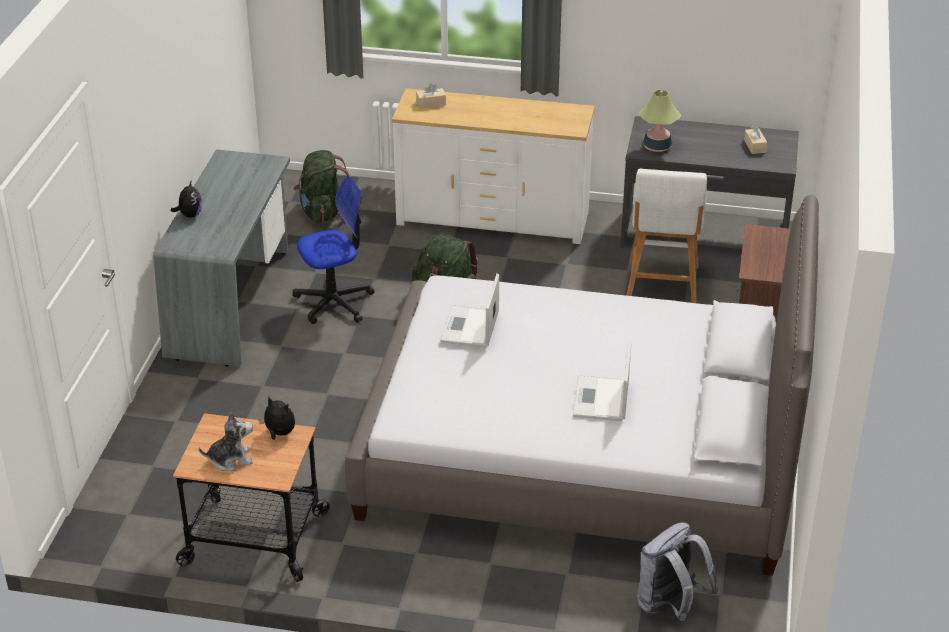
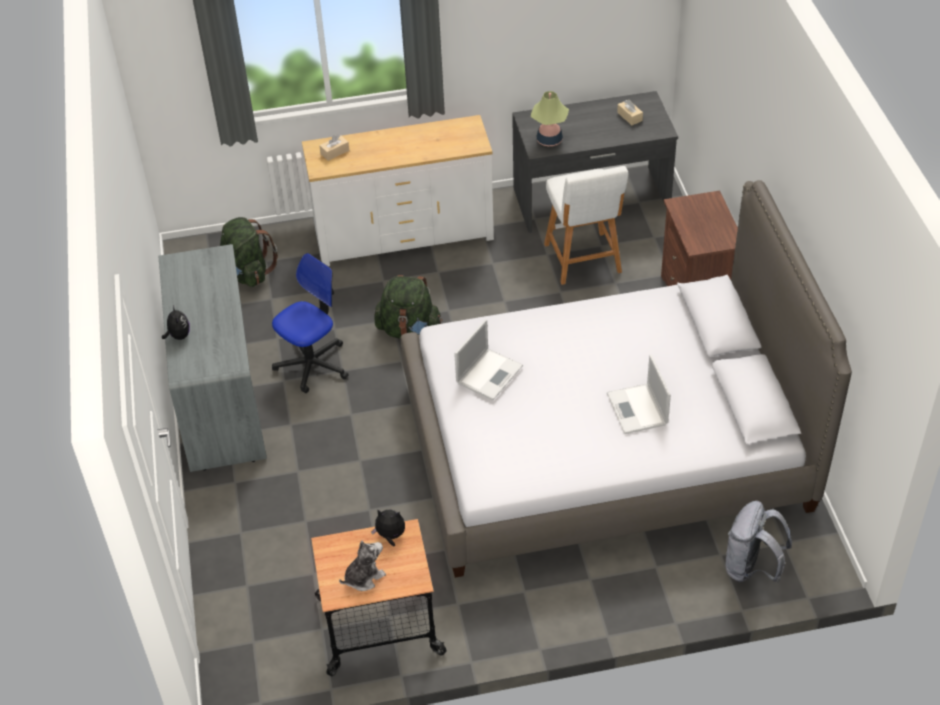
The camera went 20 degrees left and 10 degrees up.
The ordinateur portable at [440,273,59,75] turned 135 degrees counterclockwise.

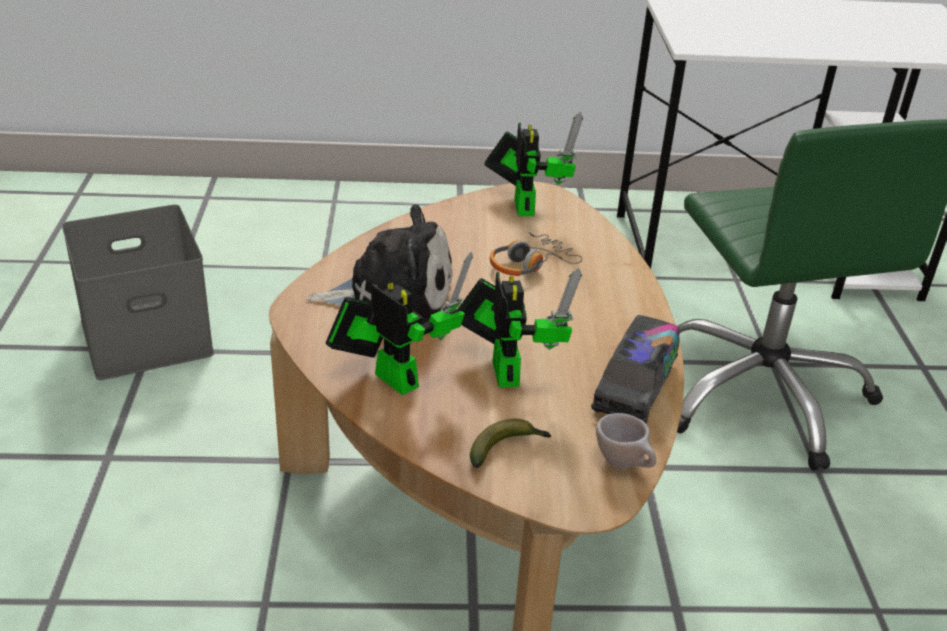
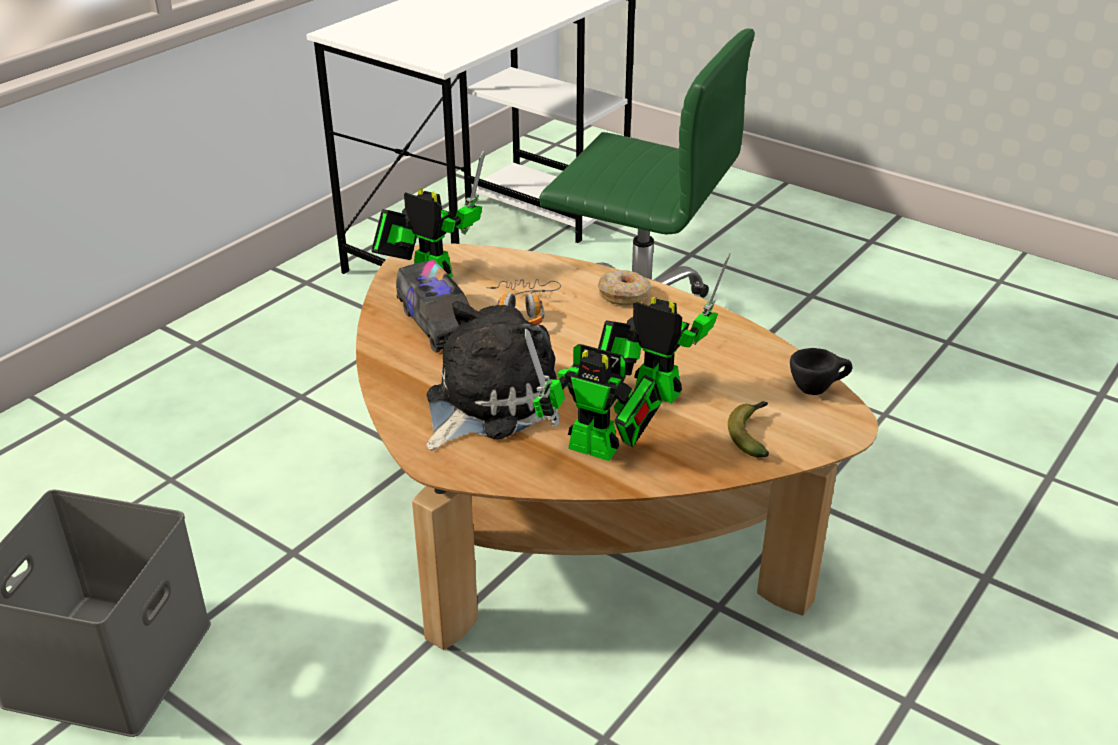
The camera went 50 degrees left and 0 degrees up.
The robot jouet at [326,251,147,144] turned 150 degrees counterclockwise.
The camion jouet moved from [591,315,89,109] to [396,260,74,93].
The tasse (beige) at [596,413,60,56] became the tasse (noir) at [790,348,63,47].
The beignet at [598,270,53,35] appeared.

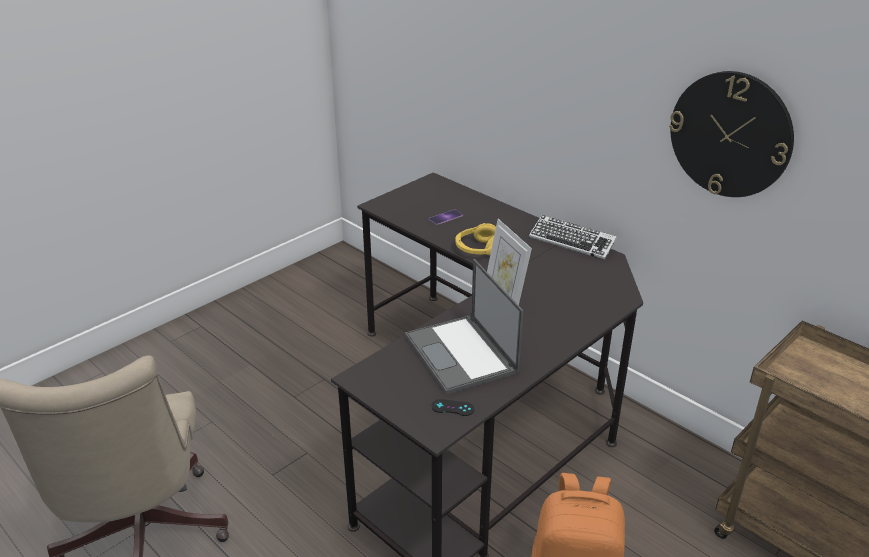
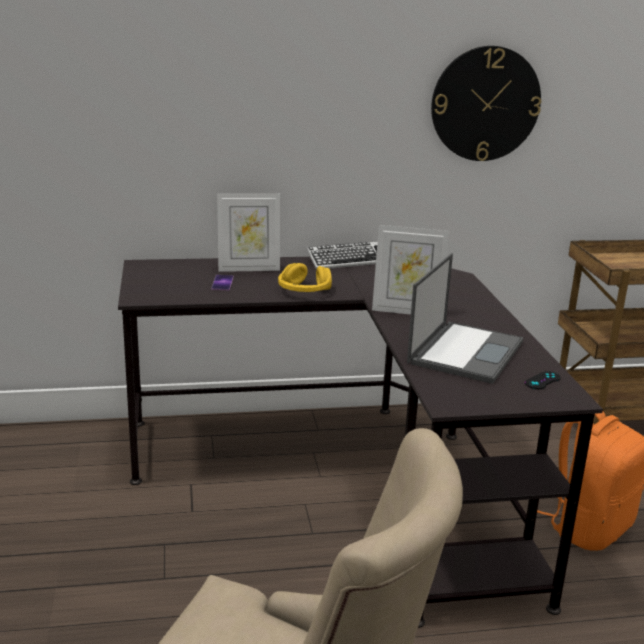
The camera went 55 degrees left and 10 degrees down.
The ordinateur portable at [405,259,118,136] turned 75 degrees counterclockwise.
The cadre photo at [217,193,63,79] appeared.

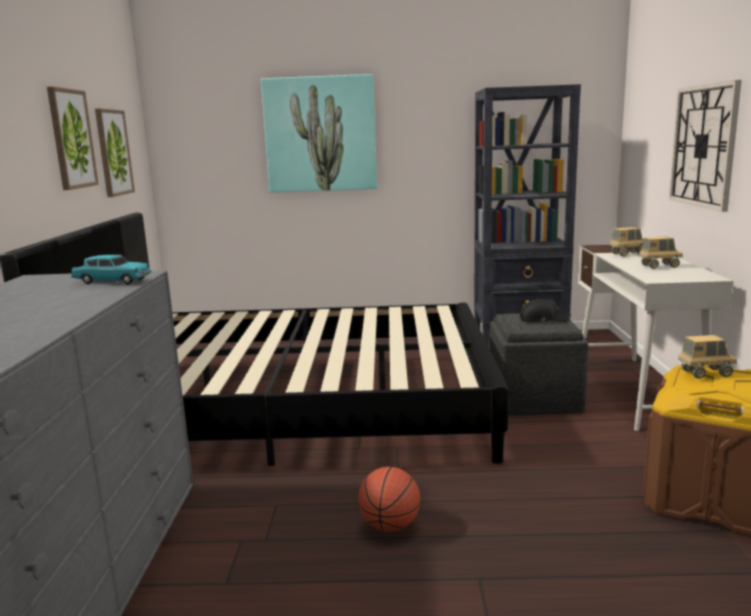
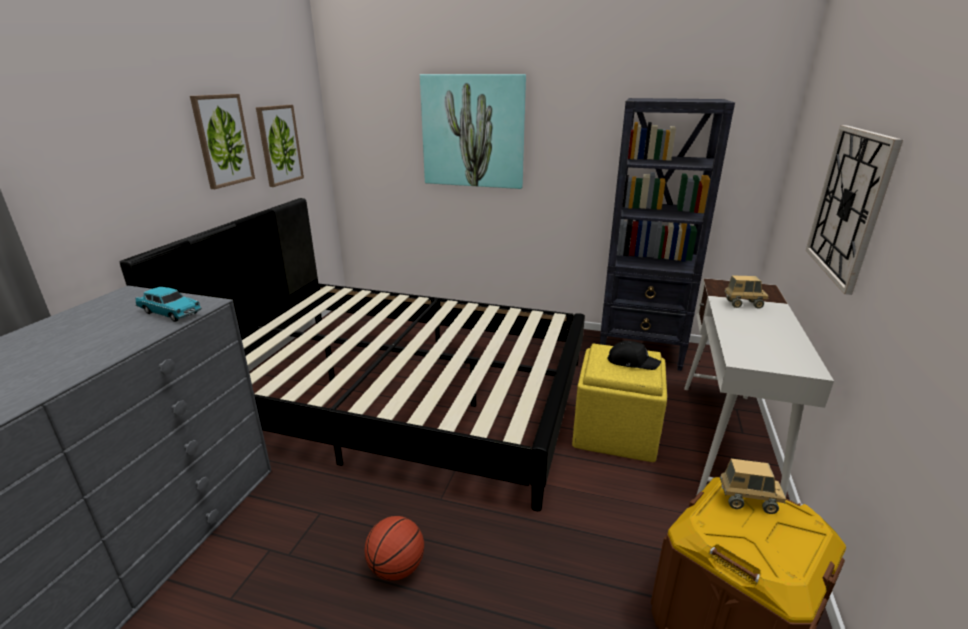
The camera went 15 degrees right and 10 degrees up.
The camion jouet at [639,236,44,33] disappeared.
The pouf (gris) at [490,313,99,102] became the pouf (jaune) at [572,343,95,119].

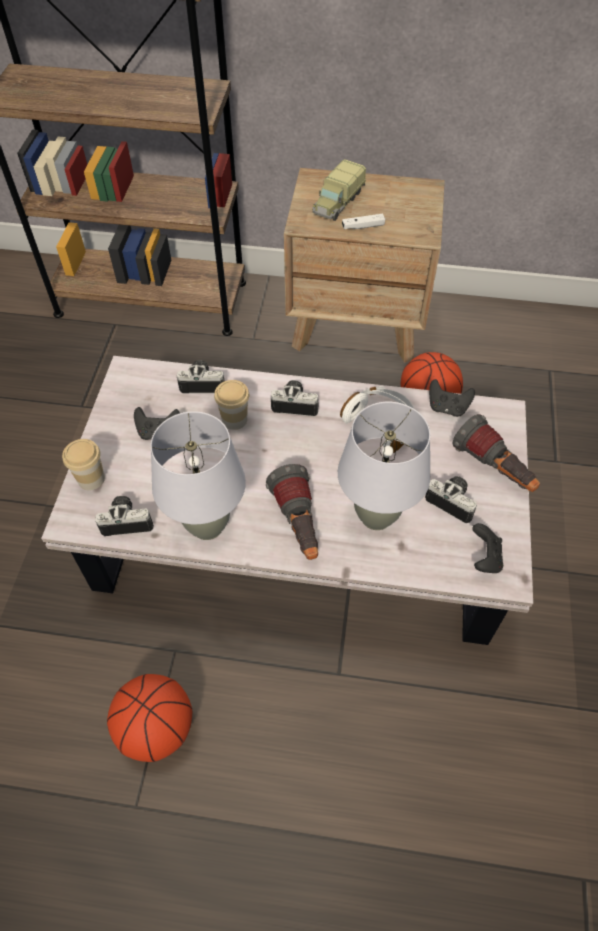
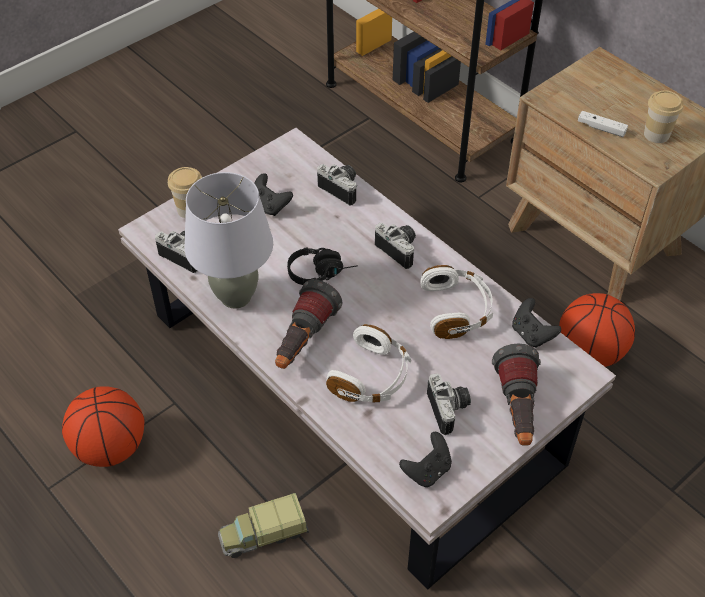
The camera went 40 degrees right and 5 degrees down.
The camion jouet moved from [312,159,54,62] to [218,493,91,65].
The tasse moved from [214,380,35,50] to [644,90,40,53].
The lampe de table (gris) at [338,402,92,128] was replaced by the casque audio (blanc) at [326,324,85,79].
The casque audio (noir) at [287,247,71,38] appeared.

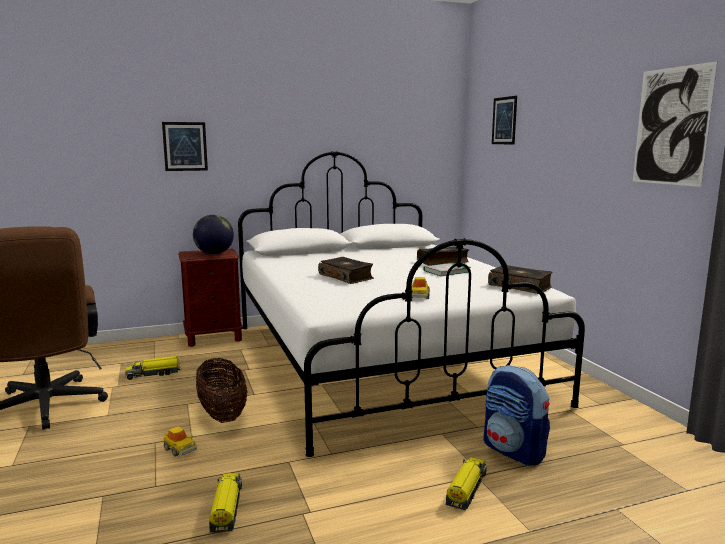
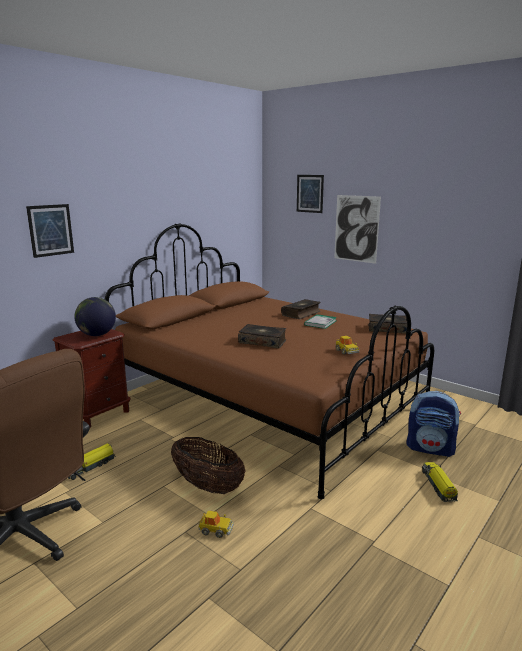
The camera went 30 degrees left and 5 degrees up.
The tableau moved from [633,61,85,126] to [334,195,47,69].
The lit (blanc) at [238,151,347,306] became the lit (marron) at [105,223,329,277].
The camion jouet at [209,473,33,60] disappeared.

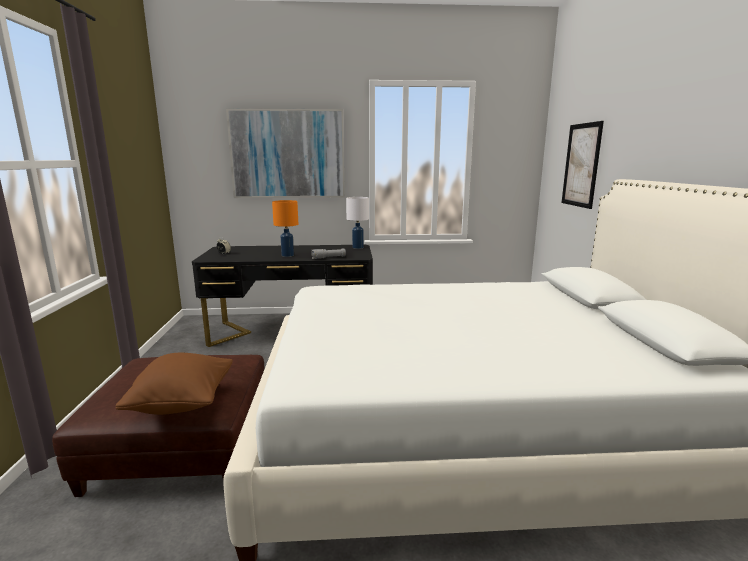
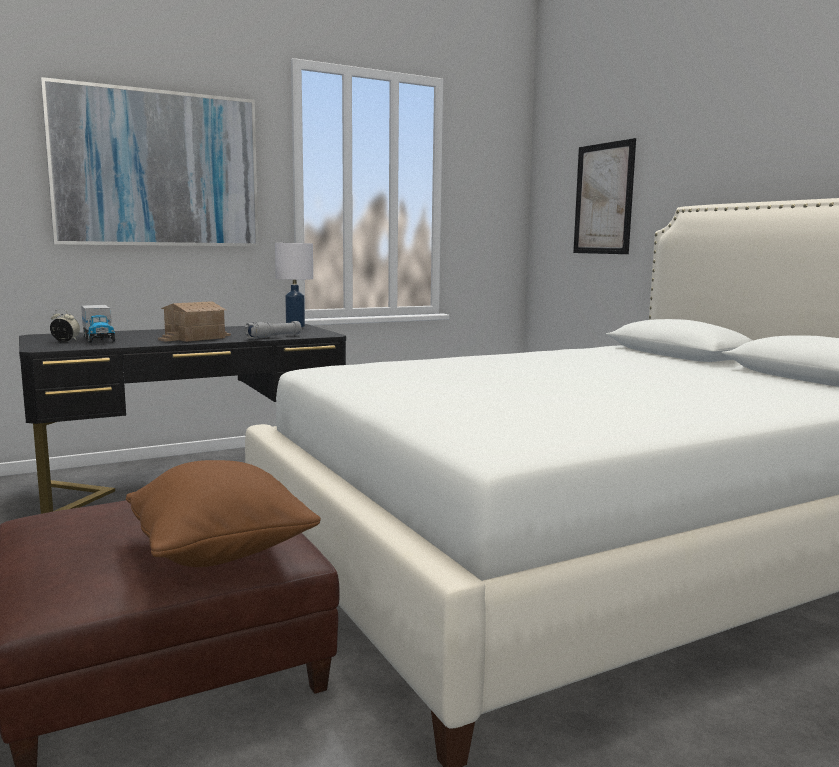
The camera went 25 degrees left and 5 degrees down.
The lampe de table (orange) at [272,200,26,57] was replaced by the maison miniature at [158,301,73,41].
The camion jouet at [81,305,34,38] appeared.

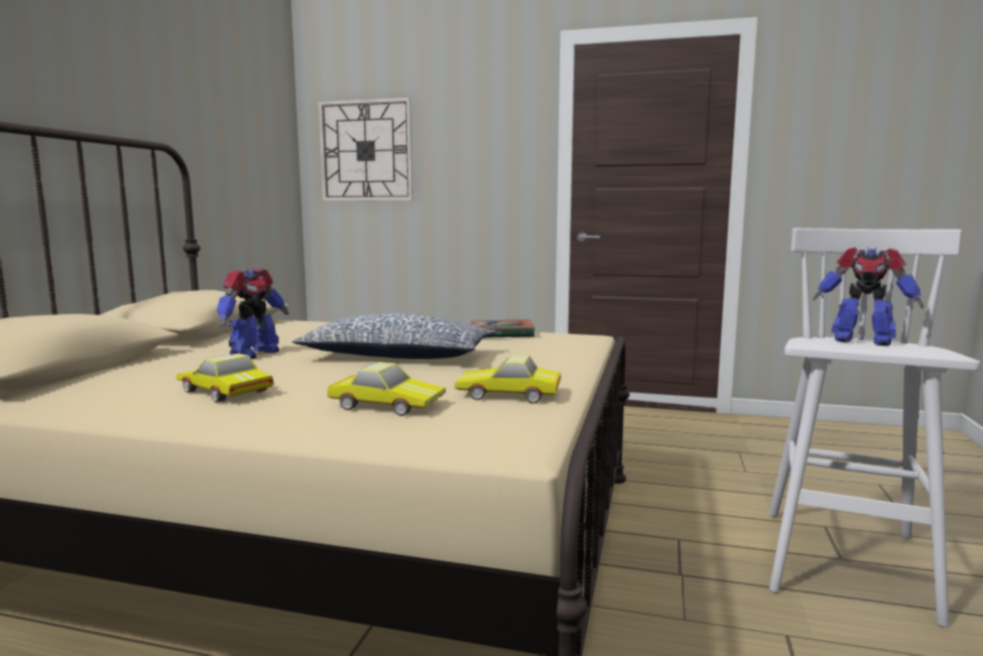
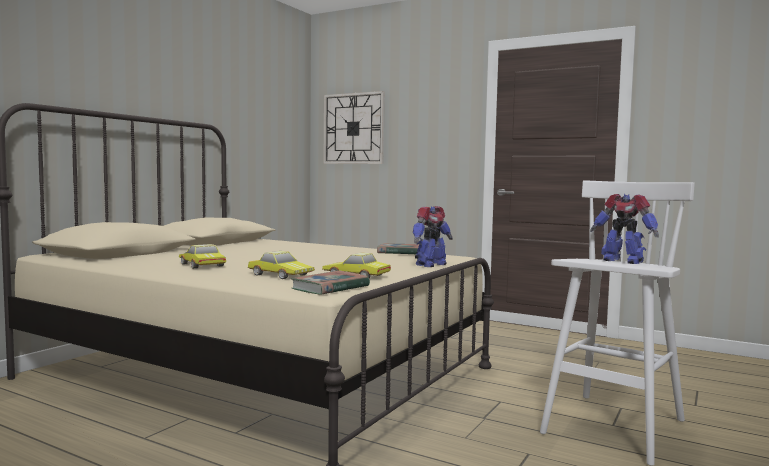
The camera went 15 degrees right and 5 degrees down.
The robot jouet moved from [217,269,72,90] to [413,206,40,61].
The coussin at [292,313,204,46] disappeared.
The livre at [291,270,79,25] appeared.

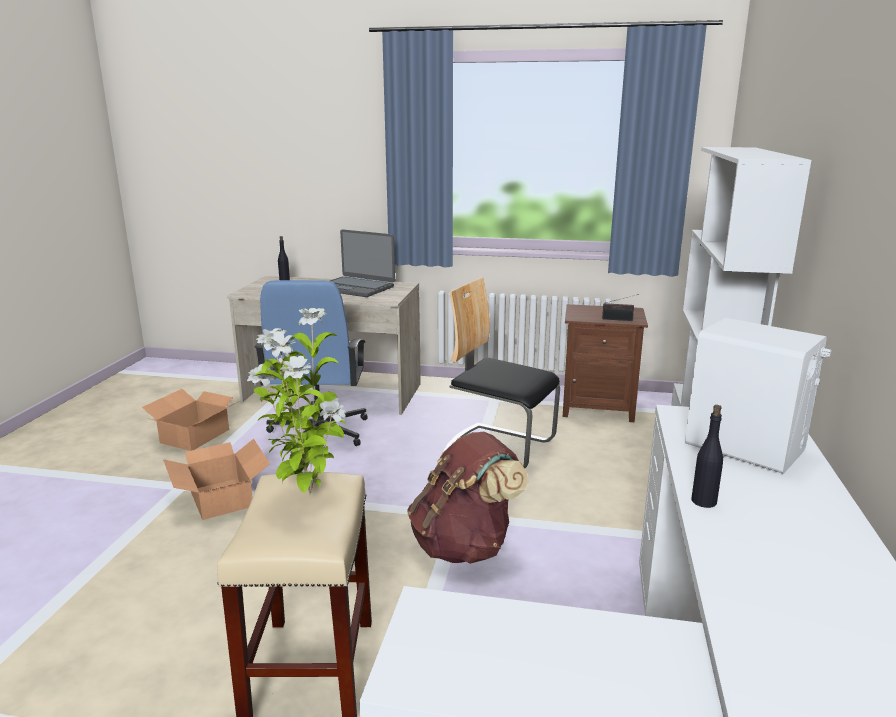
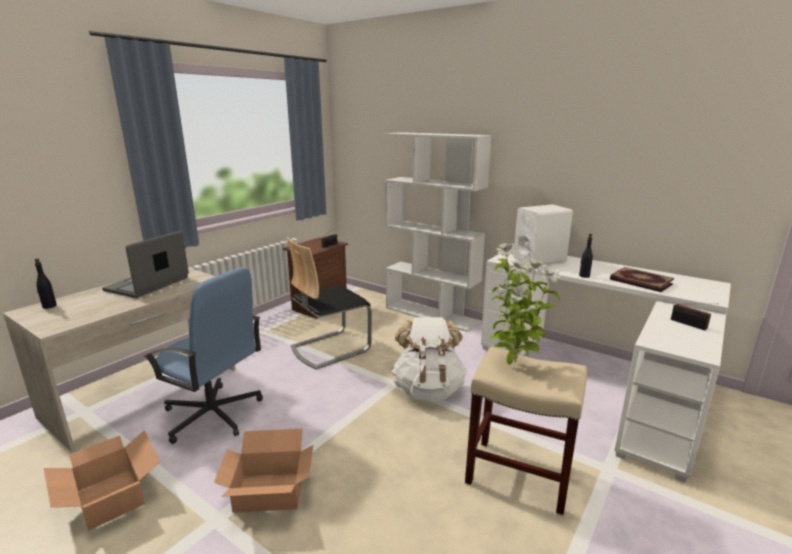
The camera went 65 degrees left and 0 degrees up.
The ordinateur portable at [330,229,65,68] turned 150 degrees clockwise.
The sac à dos (marron) at [407,431,122,133] became the sac à dos (blanc) at [392,317,75,84].
The livre at [610,267,65,25] appeared.
The radio at [671,304,40,26] appeared.

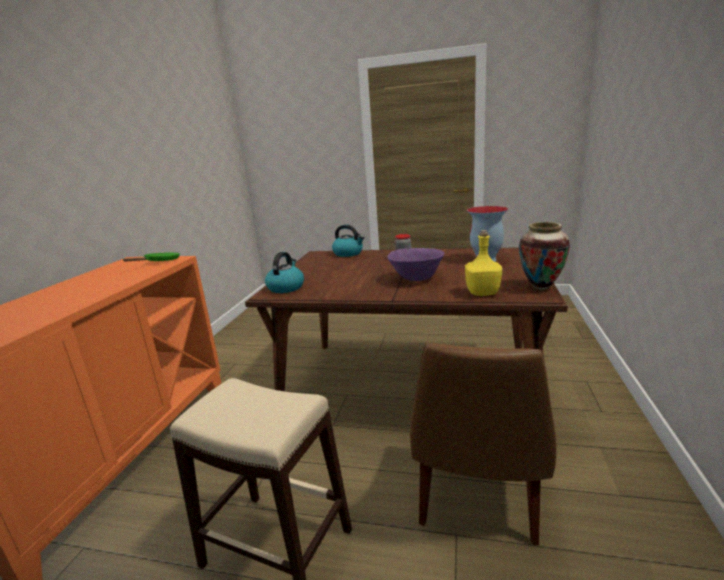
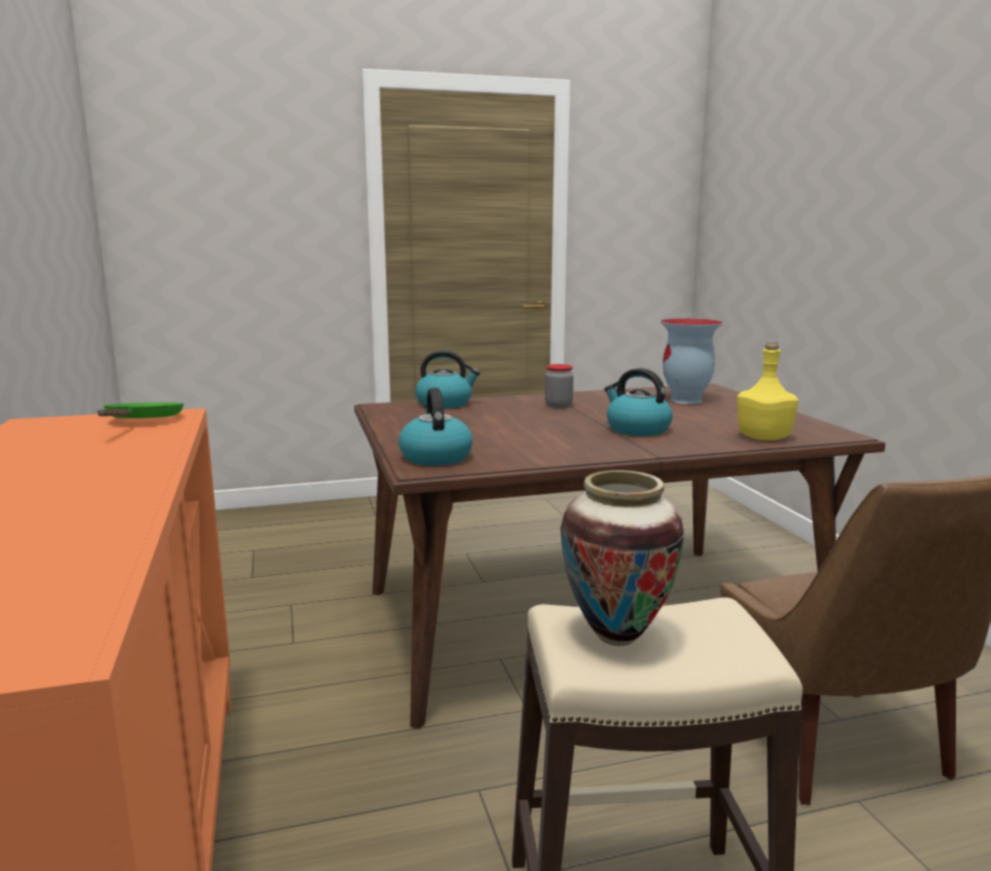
The camera went 30 degrees left and 5 degrees down.
The vase moved from [519,222,51,68] to [561,470,123,176].
The bol (violet) at [387,248,57,33] was replaced by the bouilloire at [604,368,69,68].

